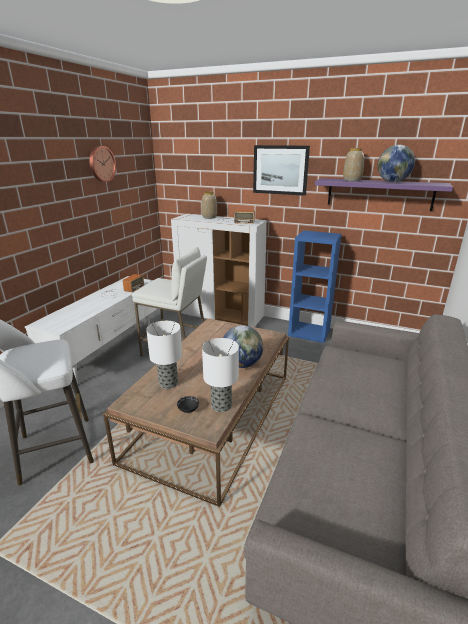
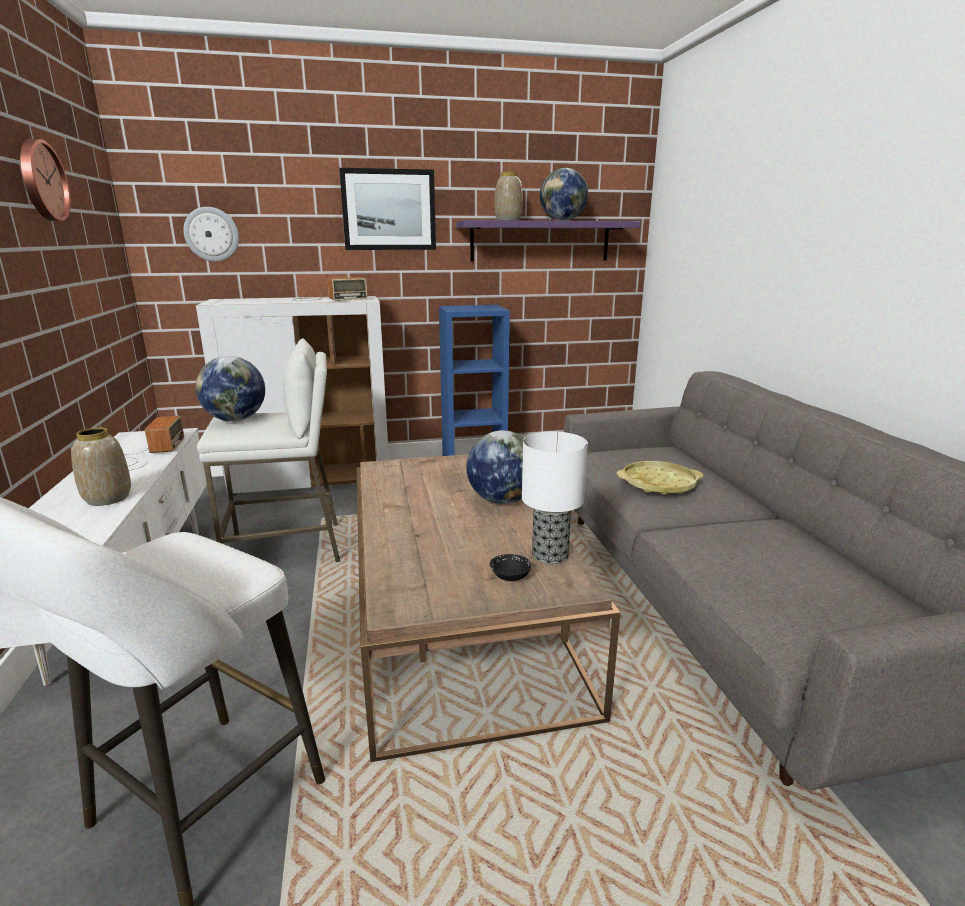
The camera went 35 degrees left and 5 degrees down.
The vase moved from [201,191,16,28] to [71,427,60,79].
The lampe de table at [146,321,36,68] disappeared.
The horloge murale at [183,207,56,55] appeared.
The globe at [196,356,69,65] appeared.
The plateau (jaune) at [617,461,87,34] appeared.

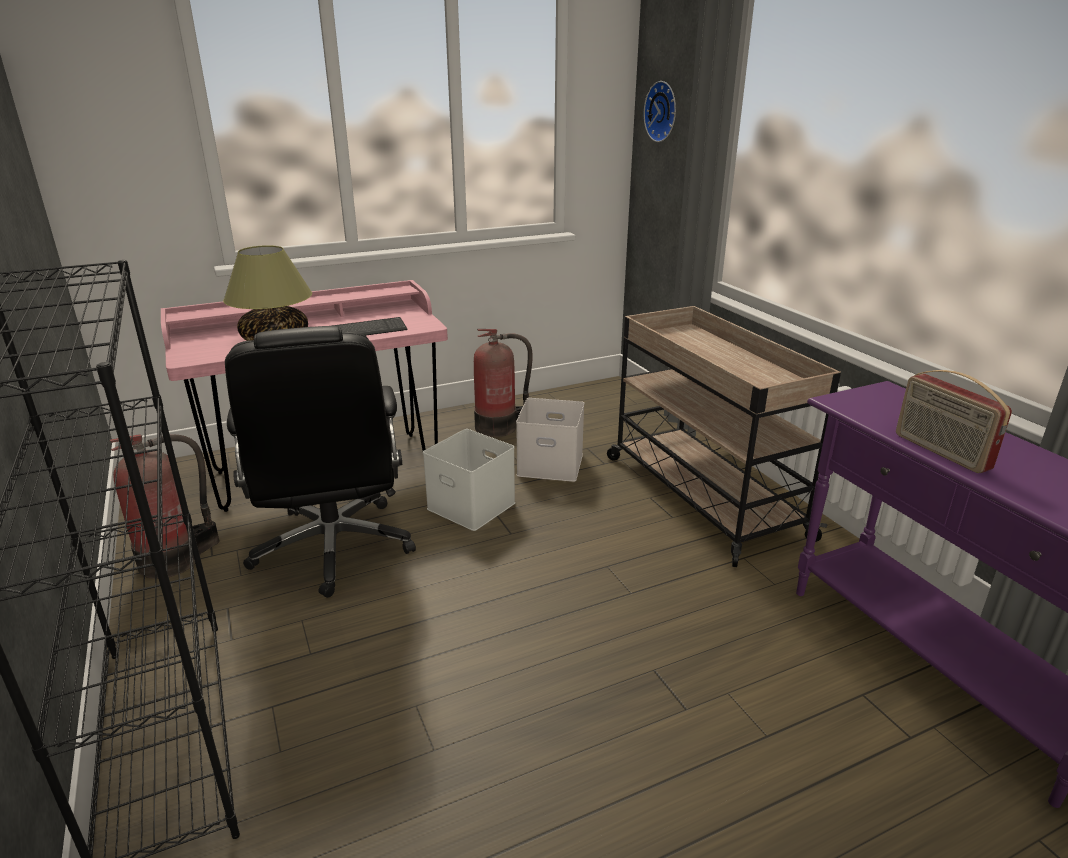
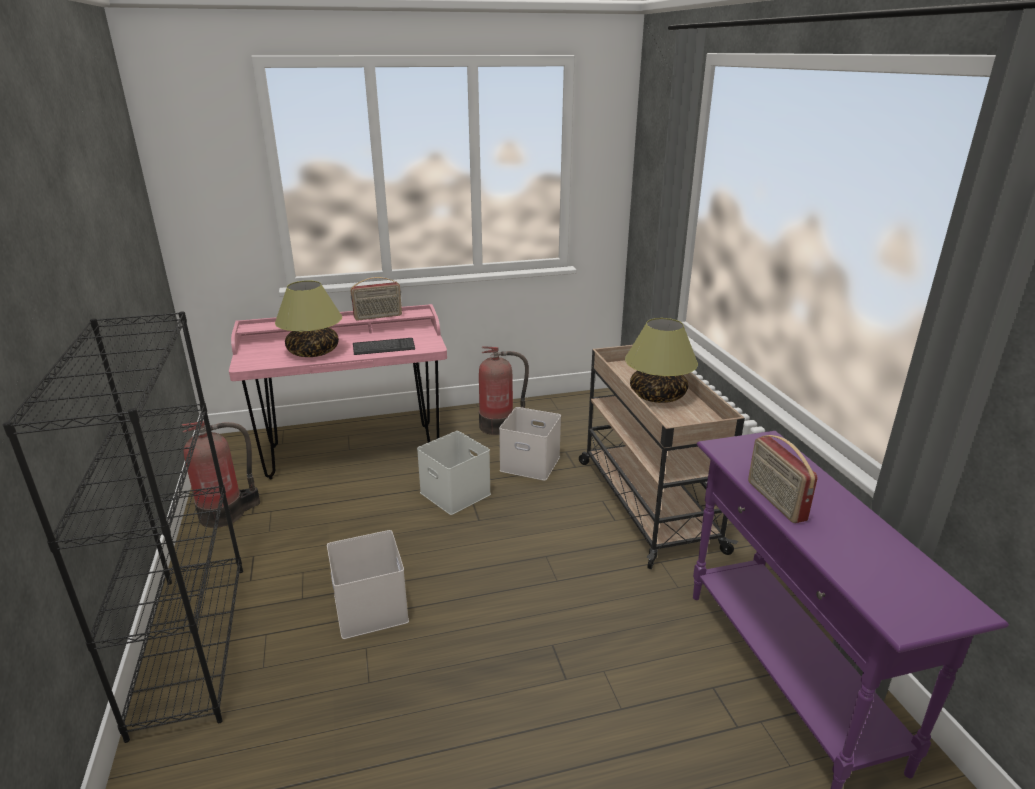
The camera went 10 degrees right and 0 degrees up.
The horloge murale at [644,81,32,61] disappeared.
The chaise de bureau (noir) at [225,326,191,272] disappeared.
The radio at [350,277,52,44] appeared.
The lampe de table at [625,318,73,85] appeared.
The boîte de rangement (blanc) at [327,530,82,109] appeared.

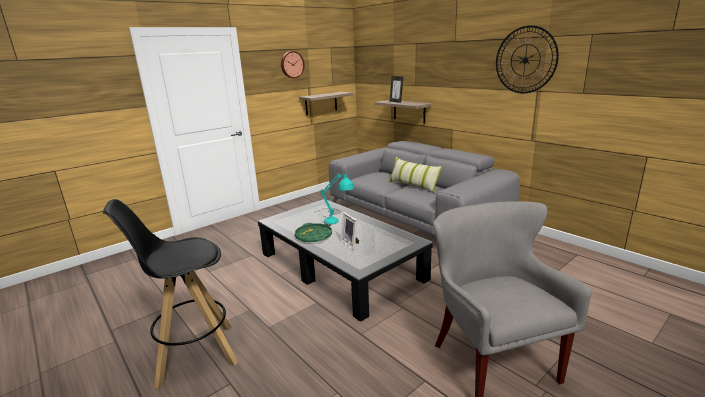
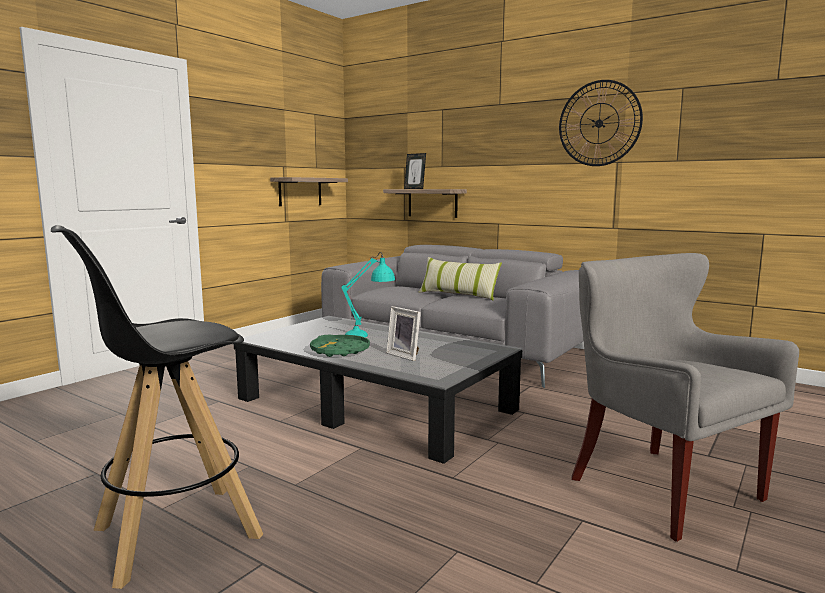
The camera went 15 degrees left and 10 degrees down.
The horloge murale at [281,51,24,27] disappeared.

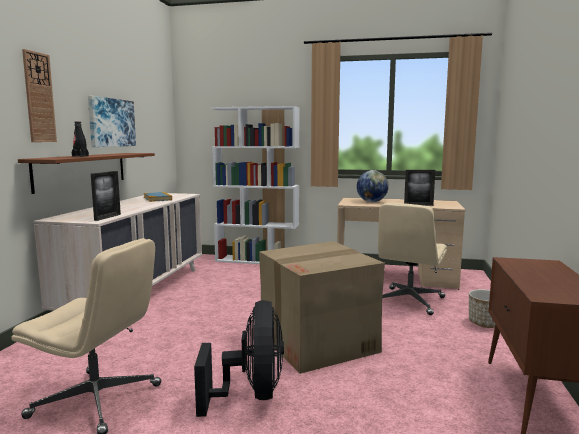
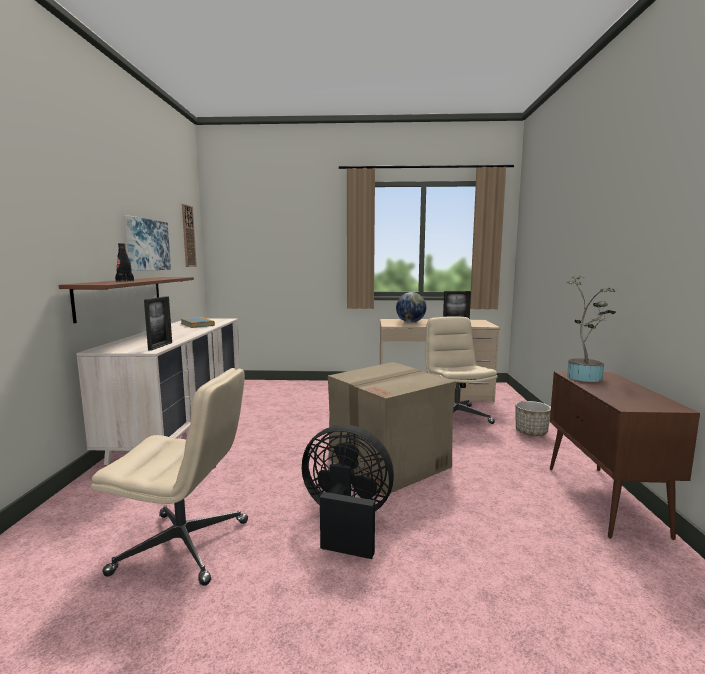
The camera went 10 degrees left and 0 degrees up.
The horloge murale moved from [22,49,35,93] to [182,204,15,63].
The bibliothèque (blanc) at [211,106,89,158] disappeared.
The chaise de bureau (beige) at [378,203,69,112] turned 150 degrees clockwise.
The ventilateur (noir) at [194,300,90,117] turned 60 degrees counterclockwise.
The plante en pot at [567,276,49,106] appeared.

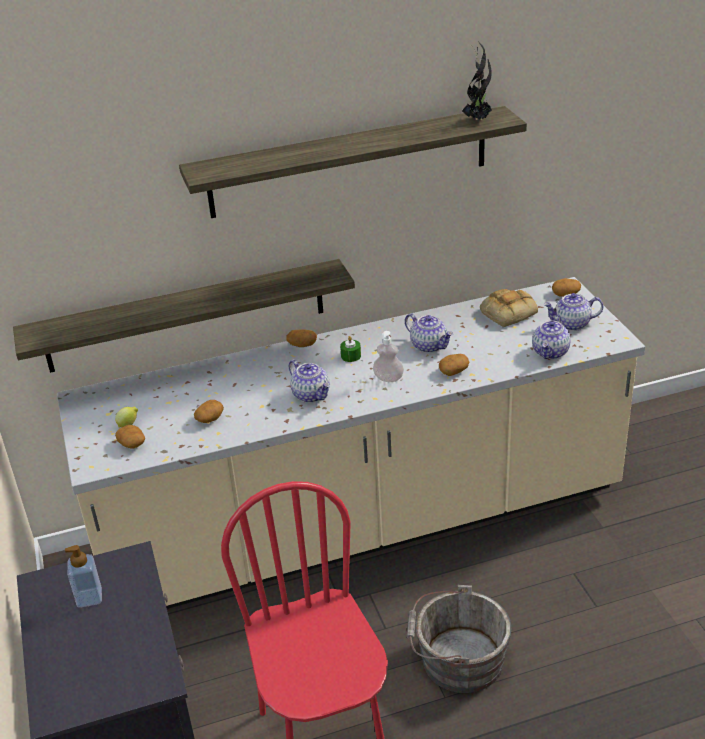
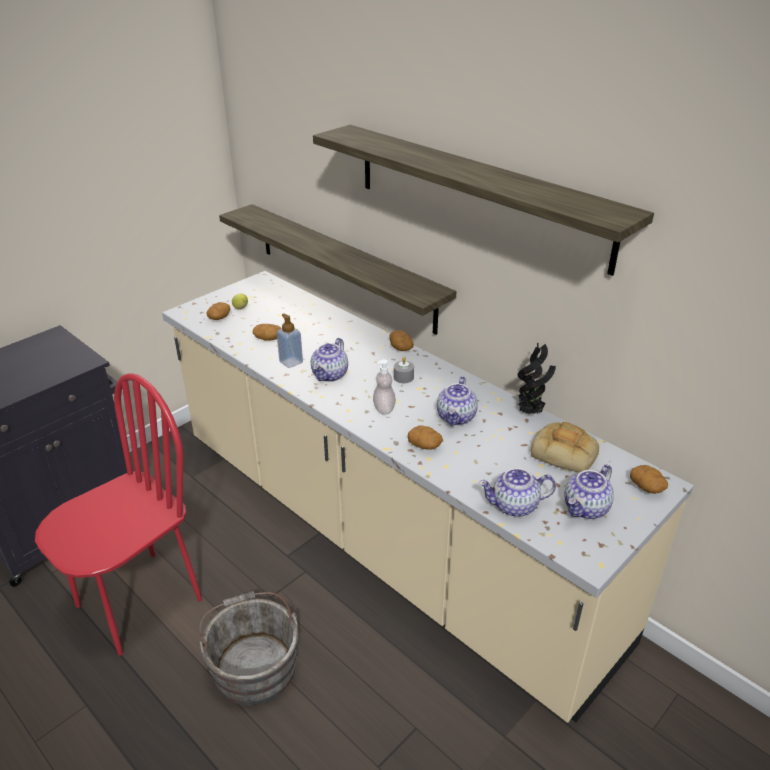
The camera went 60 degrees right and 0 degrees up.
The plante en pot moved from [462,43,30,77] to [517,343,39,71].
The théière at [544,293,59,38] turned 105 degrees counterclockwise.
The bougie (vert) at [340,336,21,26] became the bougie (gris) at [394,357,20,26].
The distributeur de savon moved from [65,545,37,63] to [276,314,27,54].

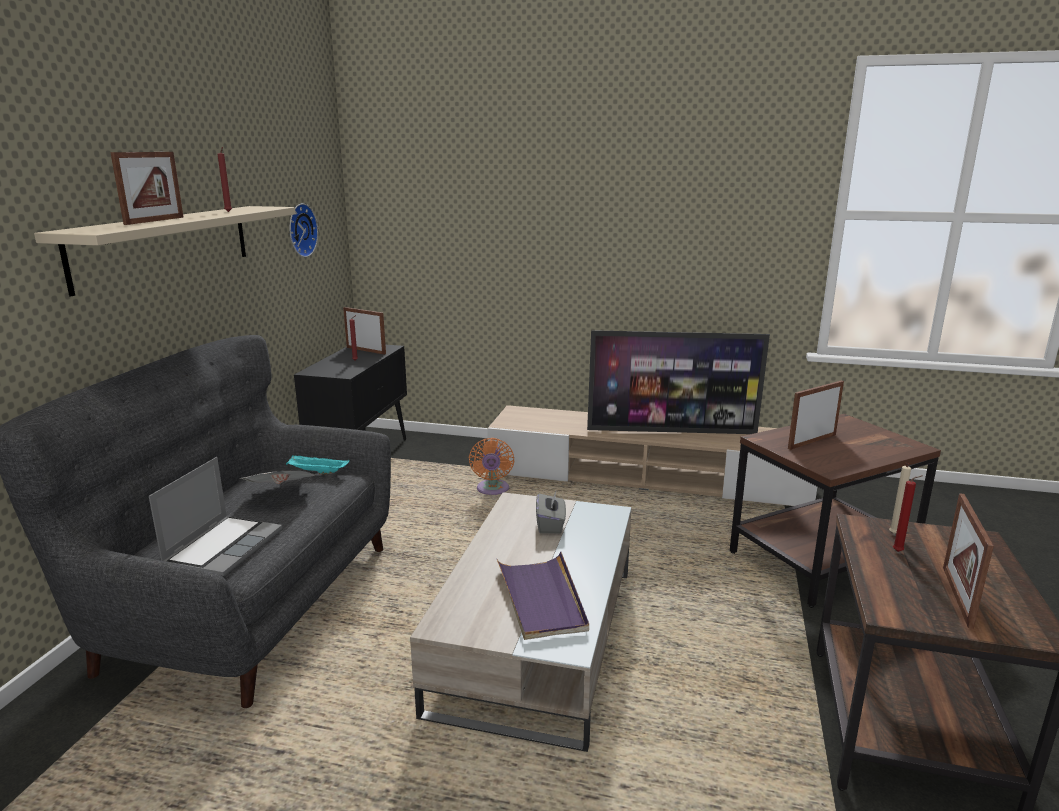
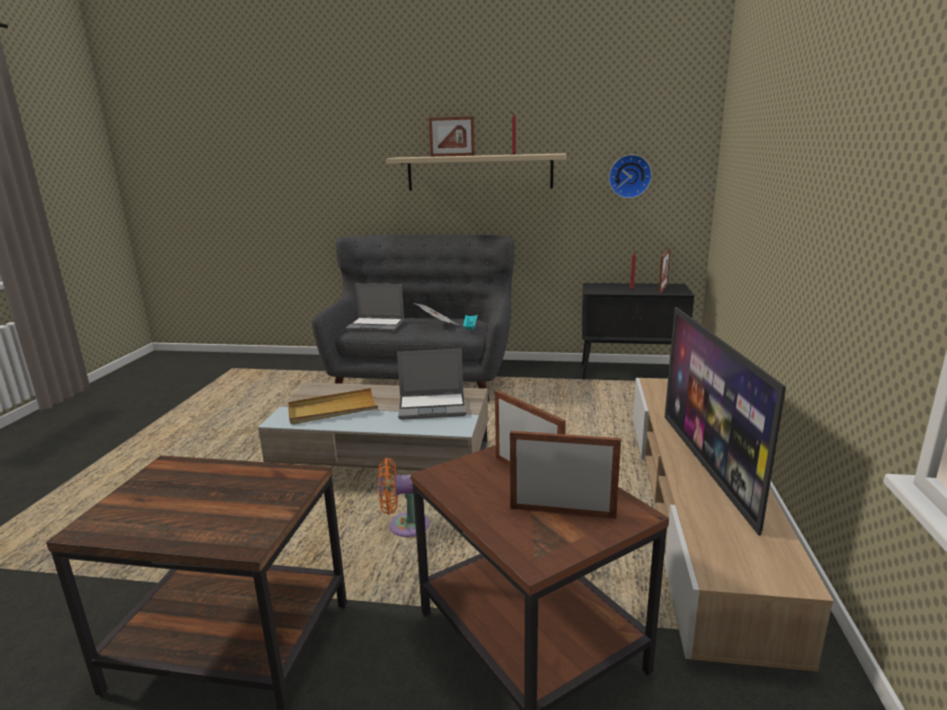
The camera went 85 degrees right and 0 degrees up.
The ventilateur (orange) moved from [469,438,45,57] to [378,458,52,79].
The bougie (beige) at [889,462,22,72] disappeared.
The bougie (rouge) at [893,475,30,77] disappeared.
The boîte à mouchoirs (gris) at [536,489,30,44] was replaced by the ordinateur portable at [397,349,69,71].
The cadre photo moved from [943,493,51,136] to [510,431,111,87].
The plateau (violet) at [497,552,92,88] became the plateau (beige) at [288,388,90,37].

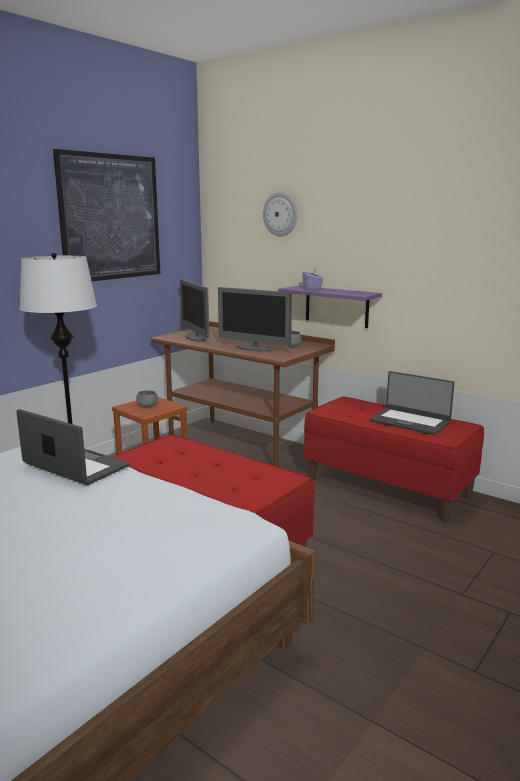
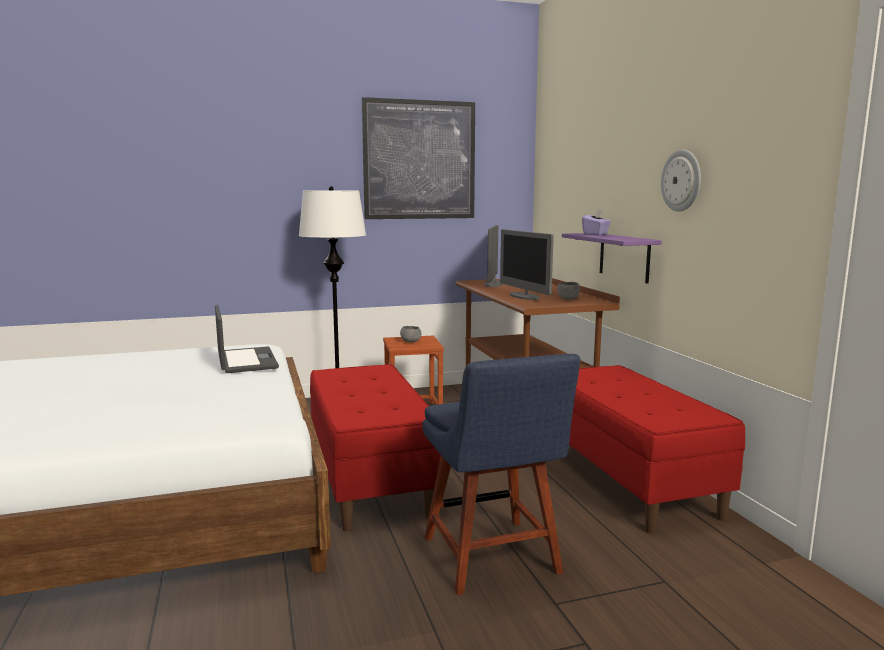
The camera went 35 degrees right and 5 degrees down.
The horloge murale moved from [263,192,35,44] to [661,149,40,63].
The ordinateur portable at [369,371,86,64] disappeared.
The chaise (bleu) at [422,354,158,241] appeared.

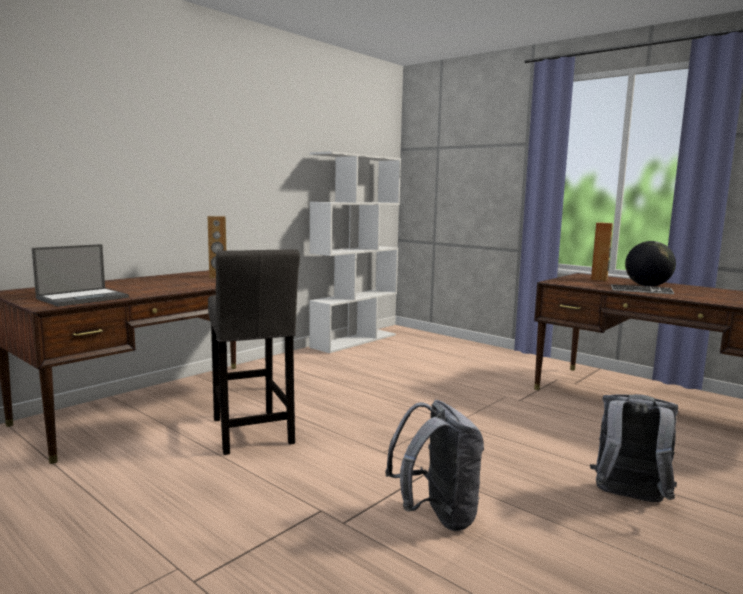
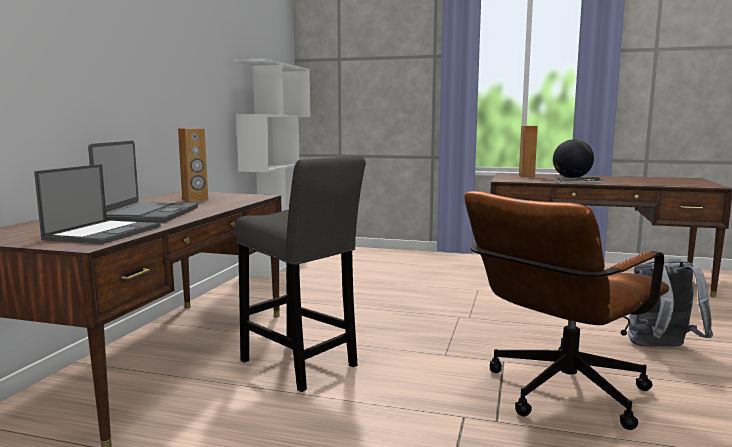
The camera went 25 degrees left and 0 degrees up.
The sac à dos (gris) at [385,400,99,131] was replaced by the chaise de bureau (marron) at [464,191,205,239].
The ordinateur portable at [88,141,110,81] appeared.

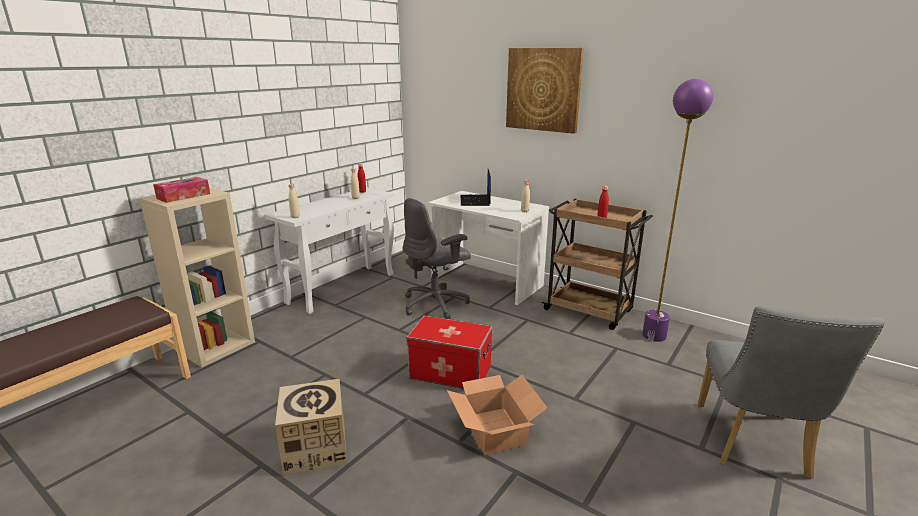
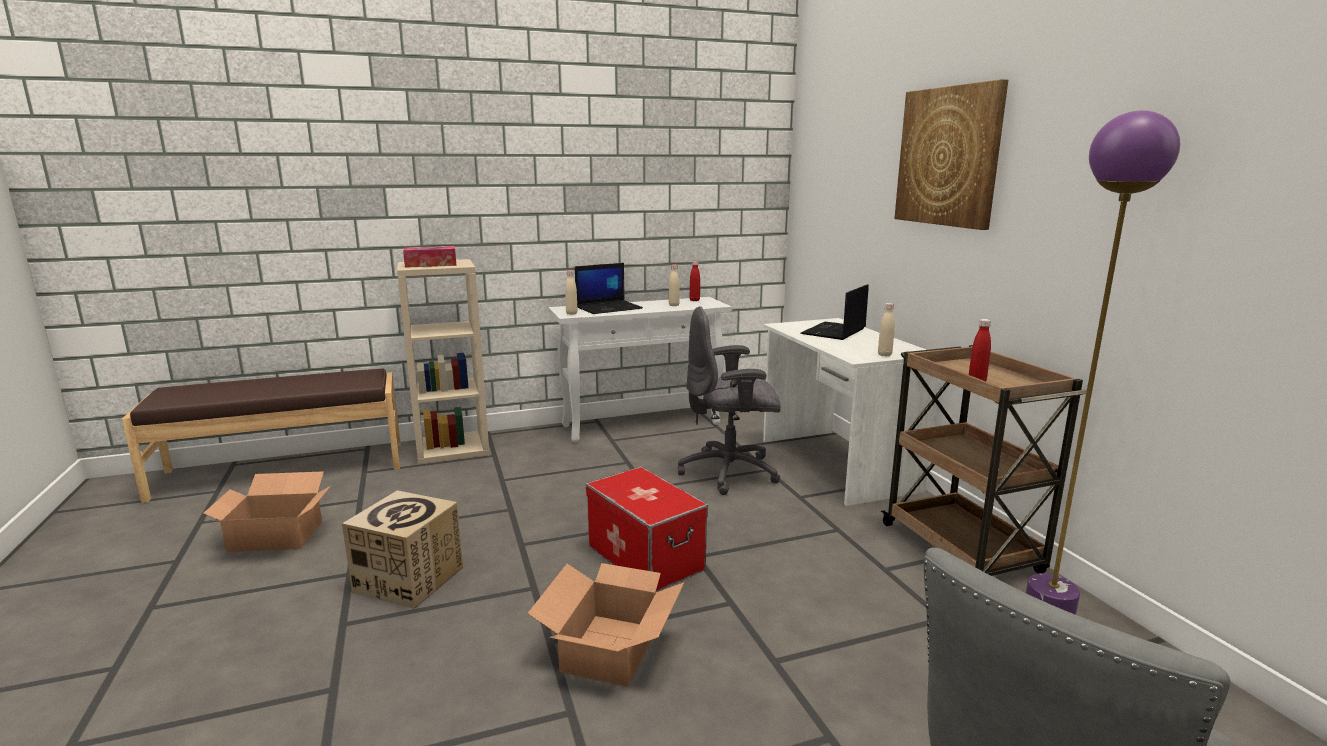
The camera went 35 degrees right and 5 degrees down.
The ordinateur portable at [575,263,68,51] appeared.
The carton at [203,471,127,81] appeared.

